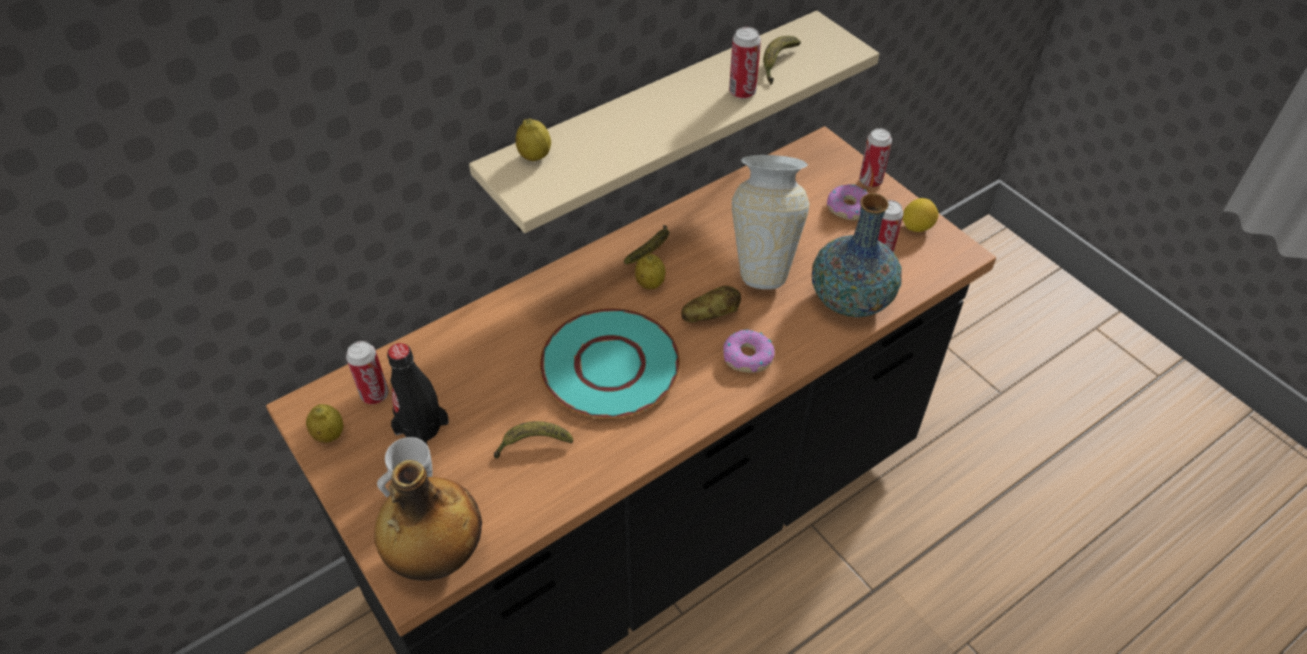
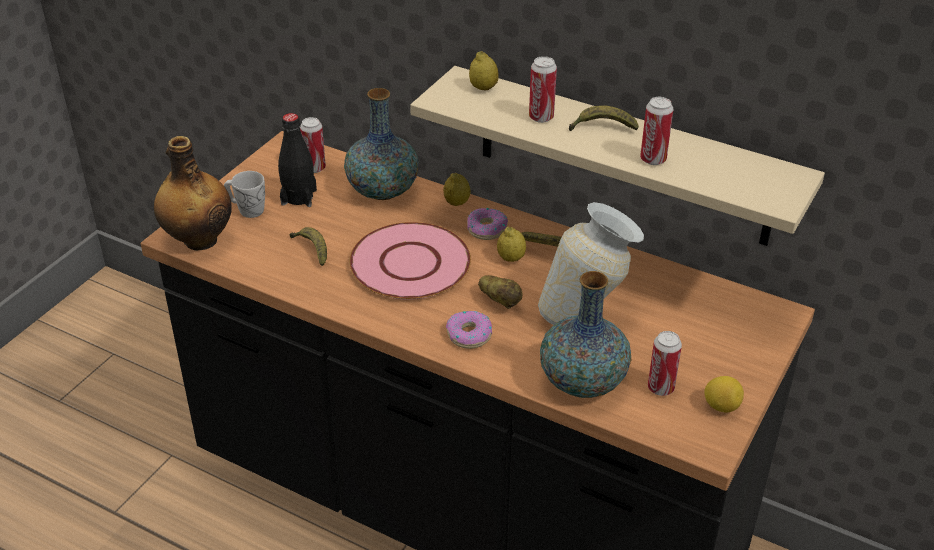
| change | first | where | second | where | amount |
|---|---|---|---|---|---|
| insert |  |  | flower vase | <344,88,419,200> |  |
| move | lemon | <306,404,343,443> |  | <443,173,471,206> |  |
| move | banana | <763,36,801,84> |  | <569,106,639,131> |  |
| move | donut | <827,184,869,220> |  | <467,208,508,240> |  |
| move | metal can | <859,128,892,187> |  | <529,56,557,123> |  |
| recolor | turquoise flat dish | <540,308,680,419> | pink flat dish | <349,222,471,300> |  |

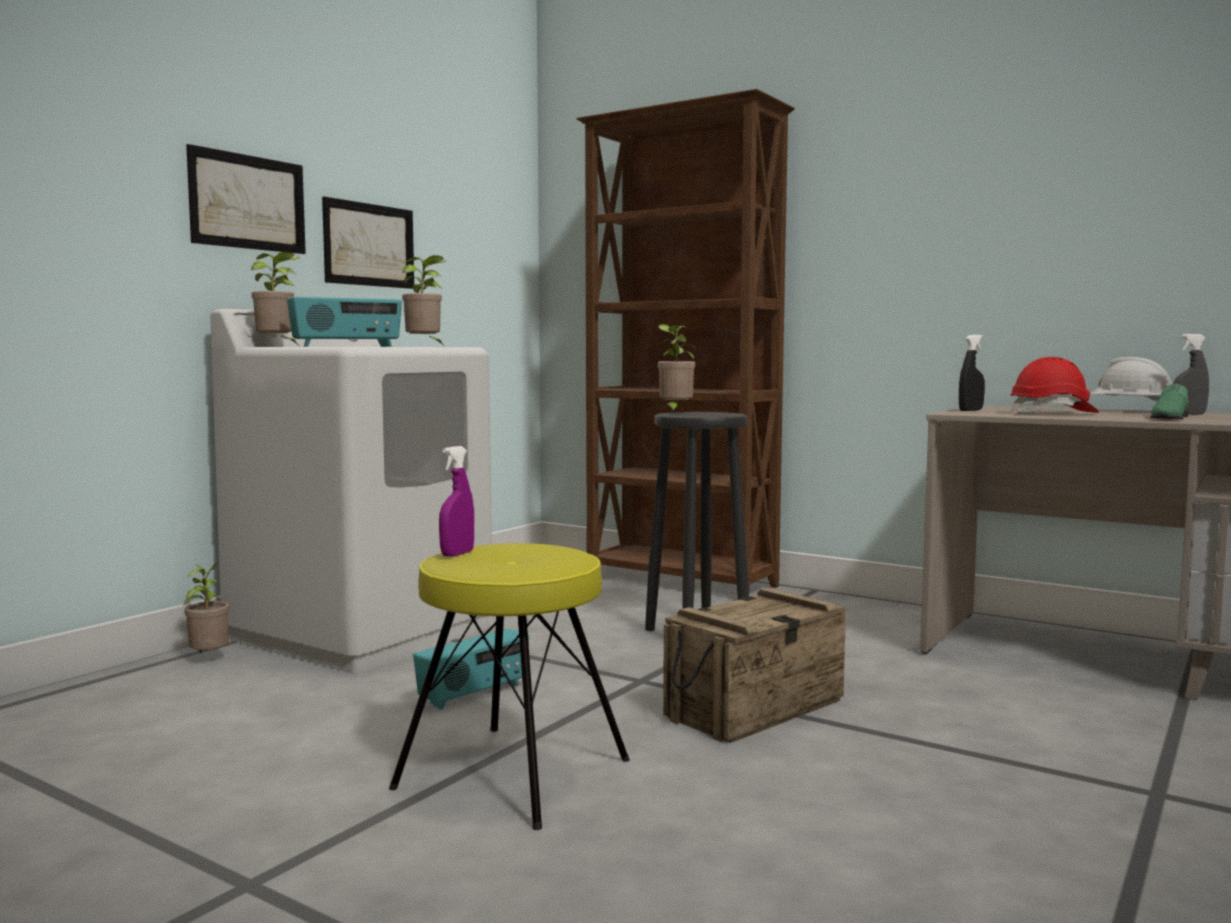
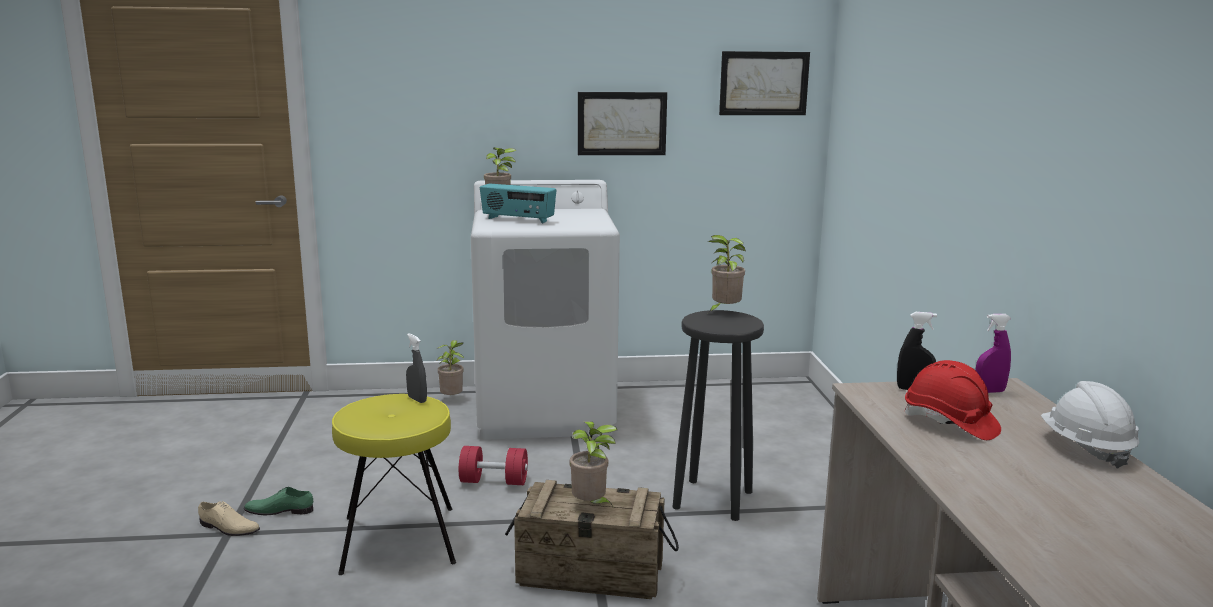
| change | first | where | second | where | amount |
|---|---|---|---|---|---|
| delete | brown-coloured shelving unit | <576,89,795,590> |  |  |  |
| insert |  |  | beige shoe | <198,501,260,536> |  |
| move | wall picture | <186,144,306,254> |  | <719,51,810,115> |  |
| move | houseplant | <402,255,446,345> |  | <569,421,617,506> |  |
| move | purple spray bottle | <439,446,474,557> |  | <975,314,1011,393> |  |
| move | greenish shoe | <1150,383,1189,419> |  | <244,487,313,516> |  |
| move | greyish spray bottle | <1173,334,1209,415> |  | <406,333,427,403> |  |
| replace | radio receiver | <413,629,529,709> | reddish dumbbell | <459,446,528,485> |  |

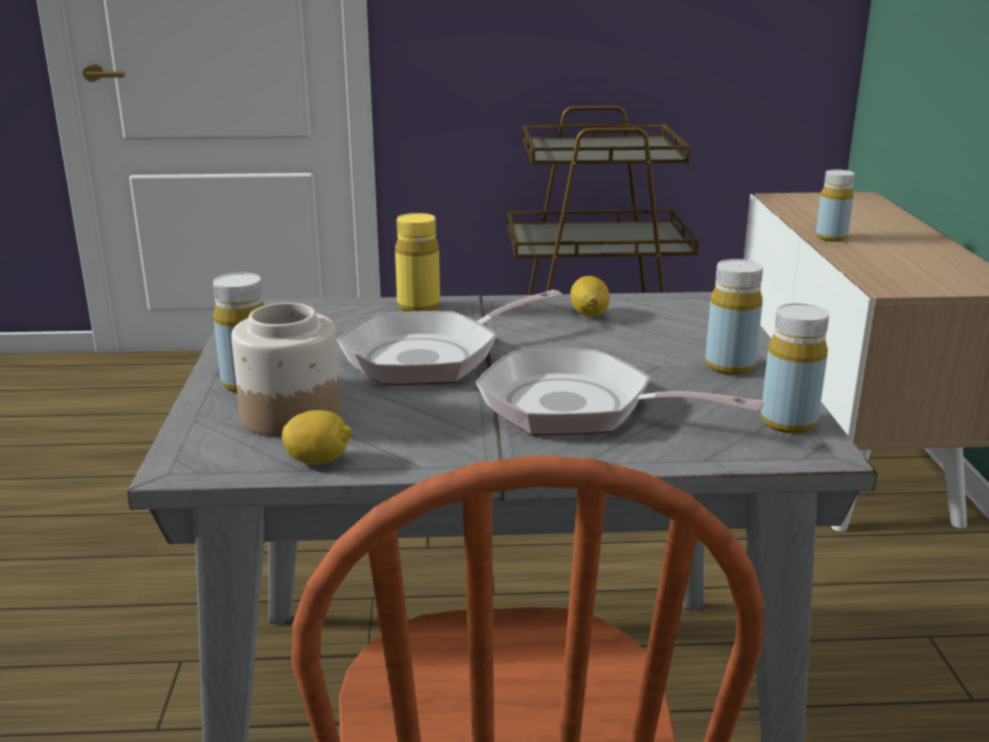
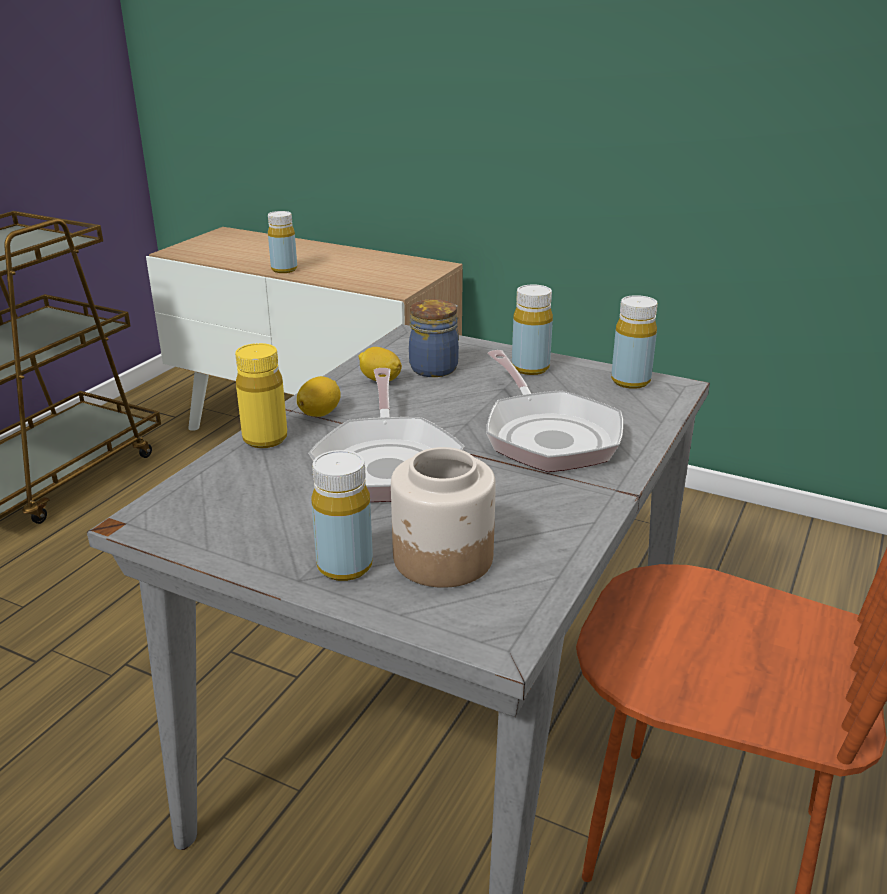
| change | first | where | second | where | amount |
|---|---|---|---|---|---|
| insert |  |  | jar | <409,299,459,377> |  |
| move | lemon | <282,410,352,465> |  | <297,376,341,417> |  |
| rotate | pan | <476,348,764,435> |  | <486,350,623,472> | 75 degrees counterclockwise |

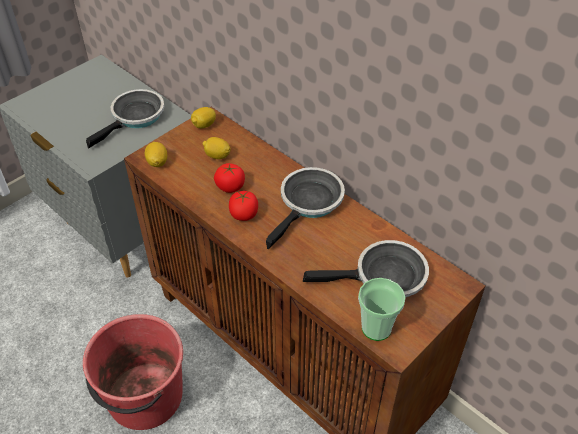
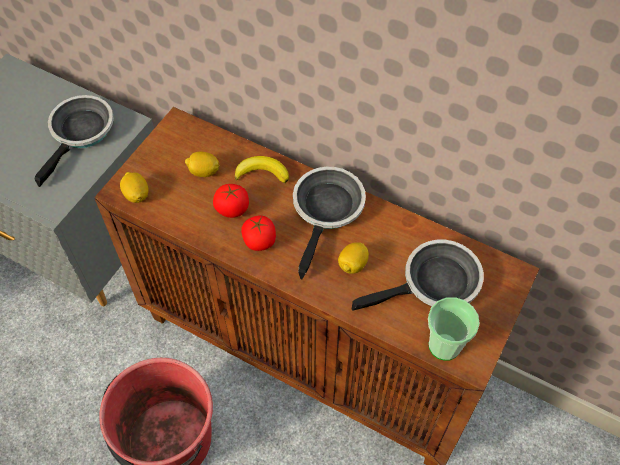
| change | first | where | second | where | amount |
|---|---|---|---|---|---|
| insert |  |  | banana | <235,156,289,183> |  |
| move | lemon | <191,107,216,128> |  | <338,242,369,274> |  |

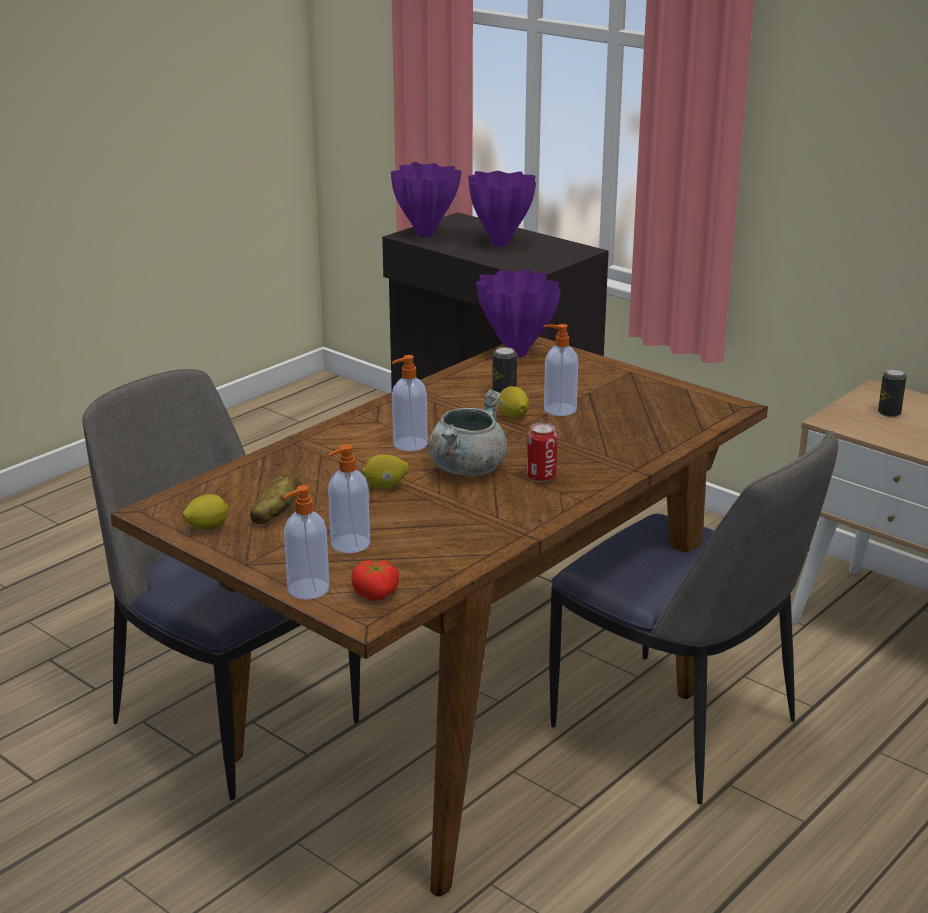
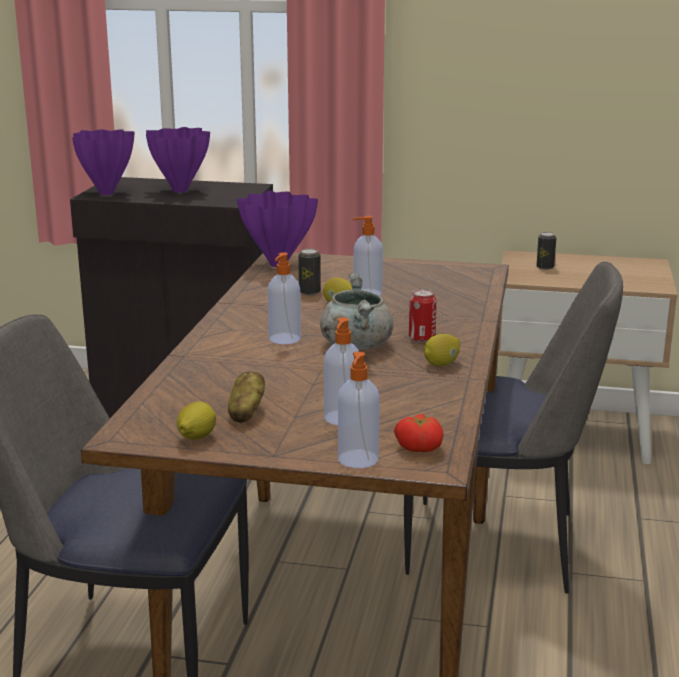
| change | first | where | second | where | amount |
|---|---|---|---|---|---|
| move | lemon | <362,455,408,489> |  | <424,334,461,366> |  |

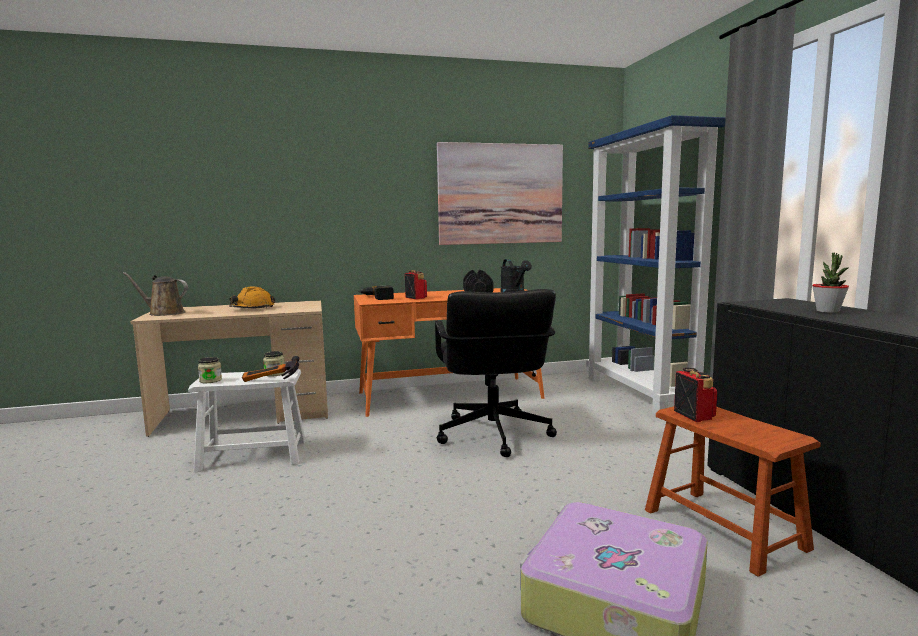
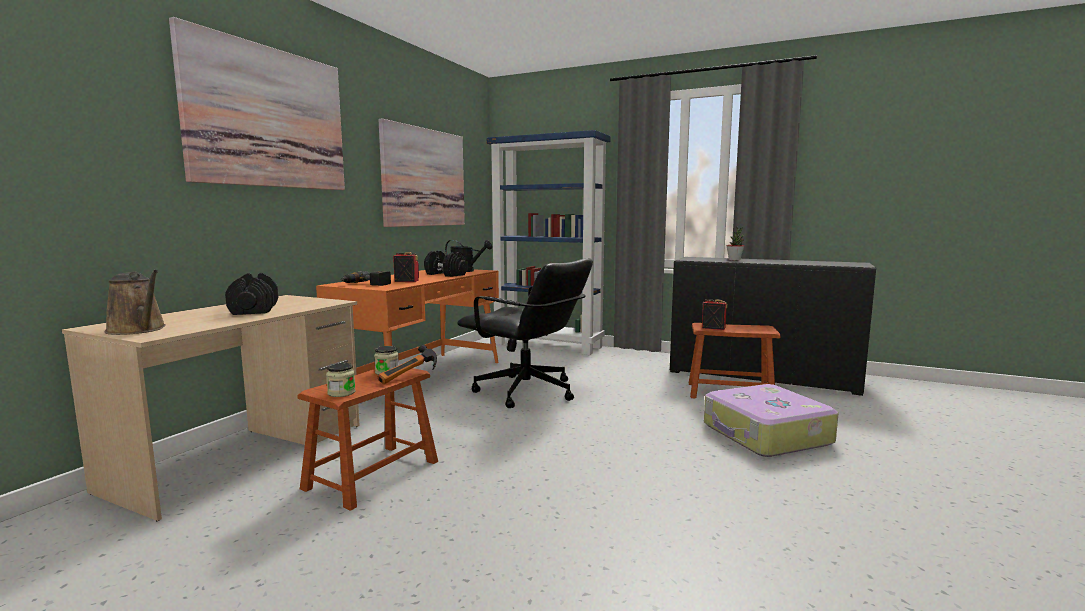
| change | first | where | second | where | amount |
|---|---|---|---|---|---|
| insert |  |  | wall picture | <169,17,345,190> |  |
| replace | orangey safety helmet | <229,287,275,308> | black dumbbell | <225,273,279,315> |  |
| recolor | whitish sitting stool | <188,369,306,472> | brown-coloured sitting stool | <297,368,438,511> |  |
| rotate | brown-coloured sprinkling can | <123,272,188,316> |  | <105,270,166,335> | 105 degrees counterclockwise |

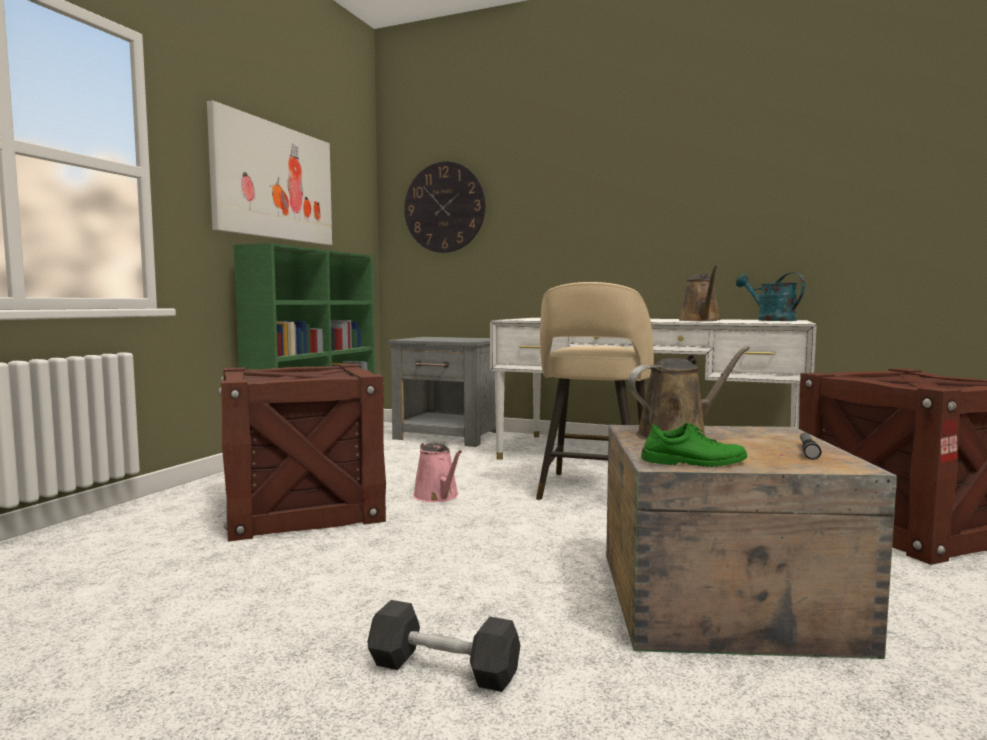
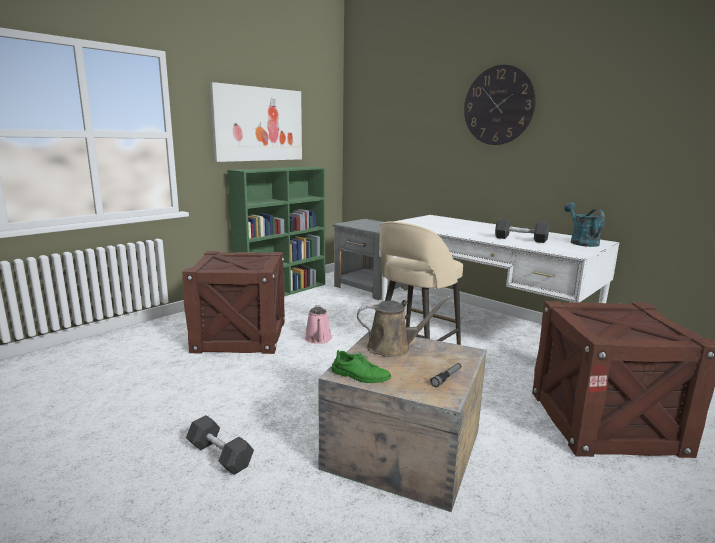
| change | first | where | second | where | amount |
|---|---|---|---|---|---|
| move | wall clock | <404,161,485,253> |  | <464,65,536,145> |  |
| replace | brown-coloured sprinkling can | <679,266,720,321> | greyish dumbbell | <495,218,549,243> |  |

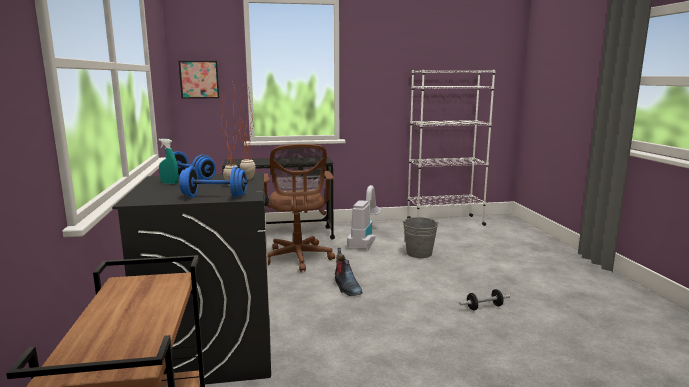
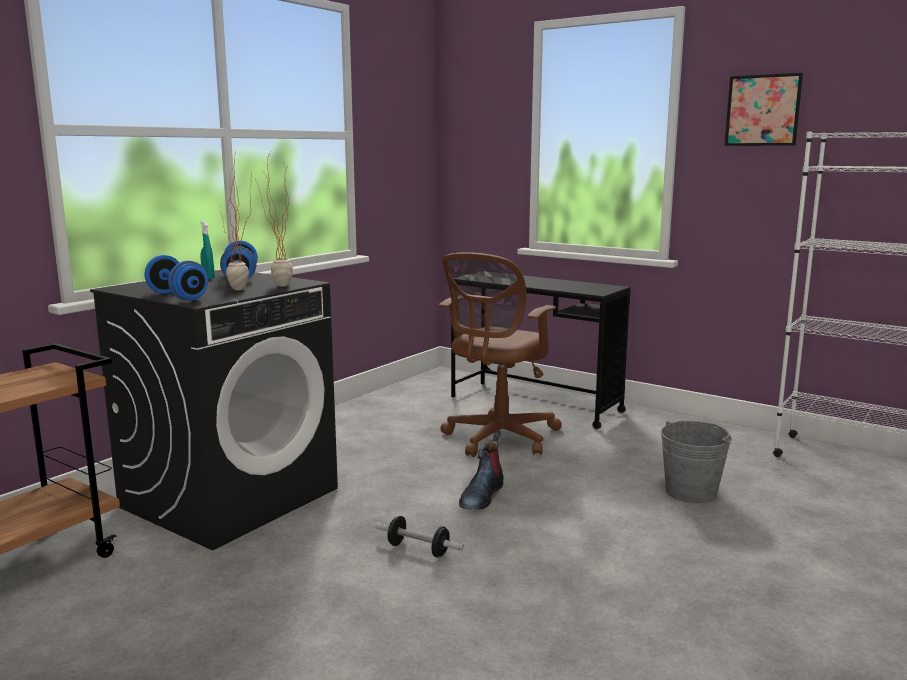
| change | first | where | second | where | amount |
|---|---|---|---|---|---|
| delete | hoover | <347,185,381,250> |  |  |  |
| move | wall picture | <178,61,219,99> |  | <724,73,803,146> |  |
| move | dumbbell | <459,289,510,311> |  | <375,516,464,557> |  |

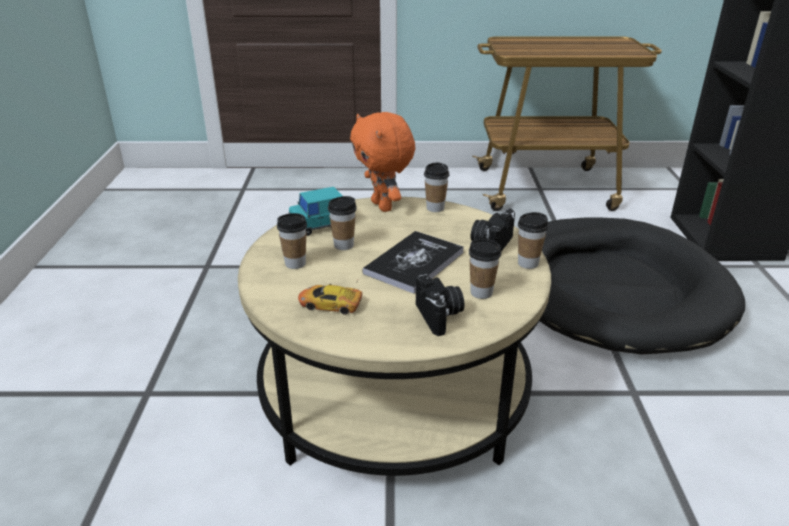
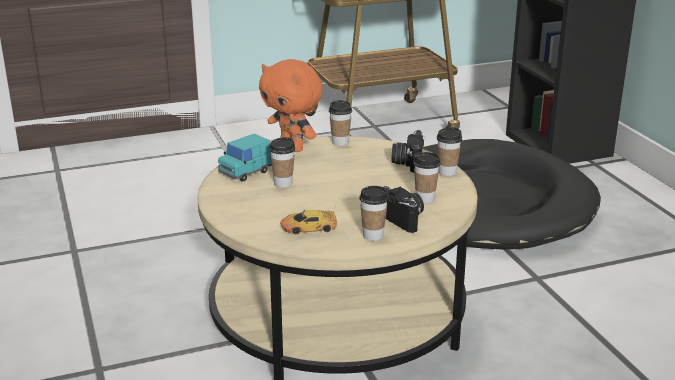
| change | first | where | second | where | amount |
|---|---|---|---|---|---|
| delete | book | <363,231,464,294> |  |  |  |
| move | cup | <277,213,307,269> |  | <359,186,389,241> |  |

